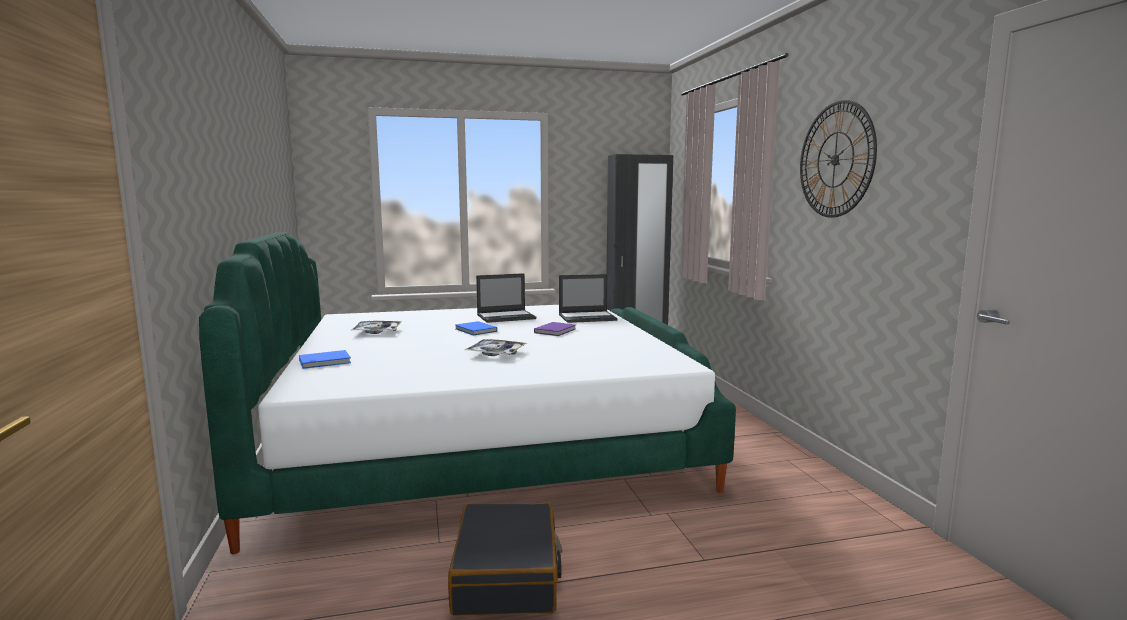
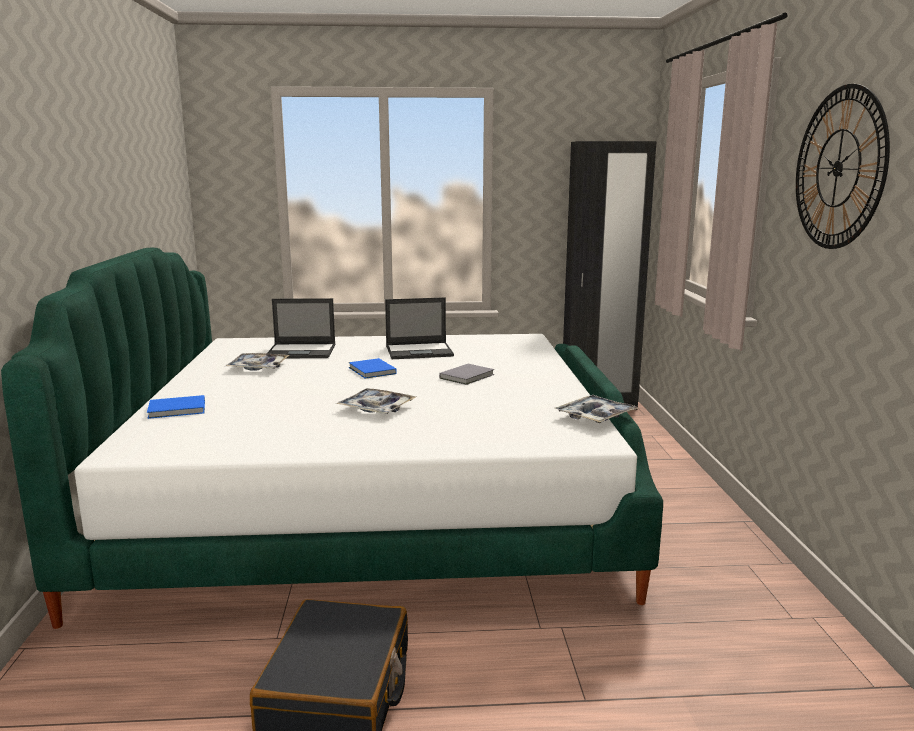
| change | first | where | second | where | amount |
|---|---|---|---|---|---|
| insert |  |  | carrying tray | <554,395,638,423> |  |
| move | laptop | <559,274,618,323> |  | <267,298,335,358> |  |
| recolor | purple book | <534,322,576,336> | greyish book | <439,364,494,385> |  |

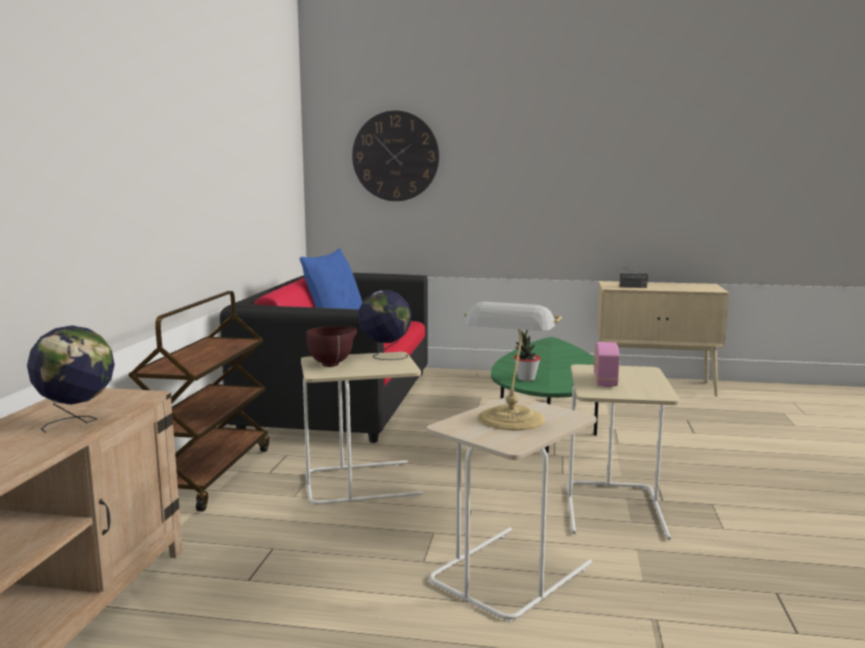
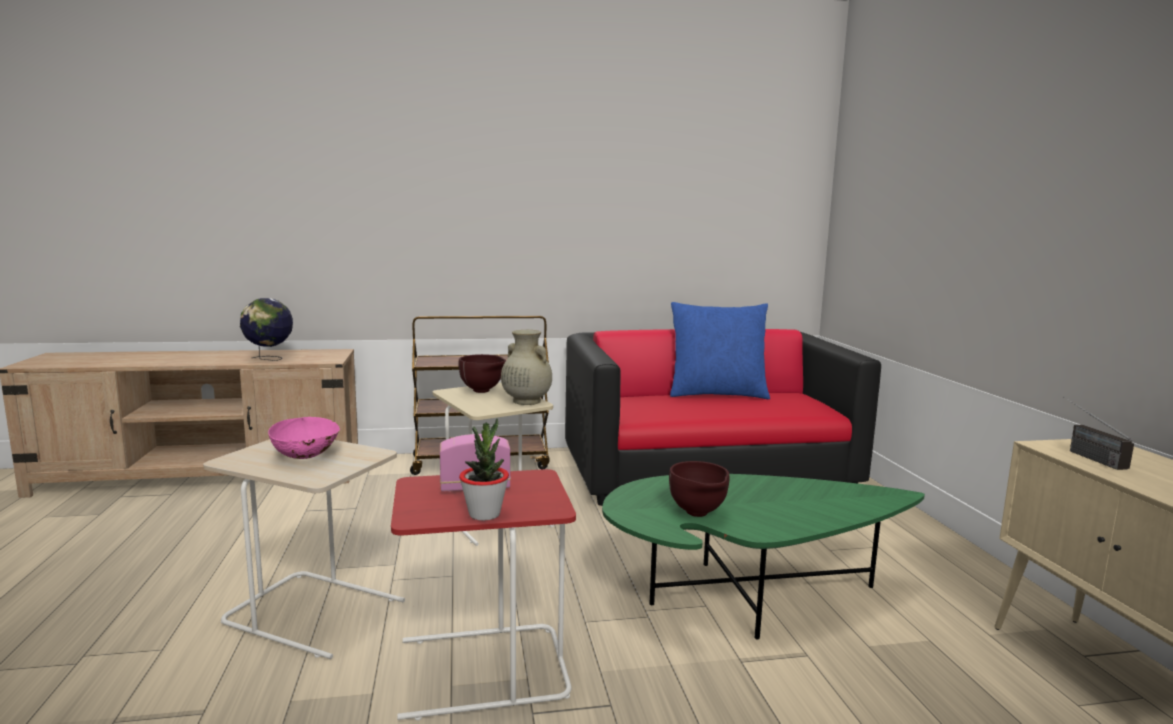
| change | first | where | second | where | amount |
|---|---|---|---|---|---|
| delete | wall clock | <352,110,439,201> |  |  |  |
| insert |  |  | brown-coloured deep dish | <669,461,729,517> |  |
| move | houseplant | <514,330,540,381> |  | <459,418,509,521> |  |
| replace | globe | <358,290,412,360> | beige flower vase | <501,330,552,405> |  |
| replace | tabletop lamp | <464,302,562,430> | pink deep dish | <268,417,340,459> |  |
| recolor | beige side table | <567,364,680,540> | reddish side table | <391,469,576,721> |  |

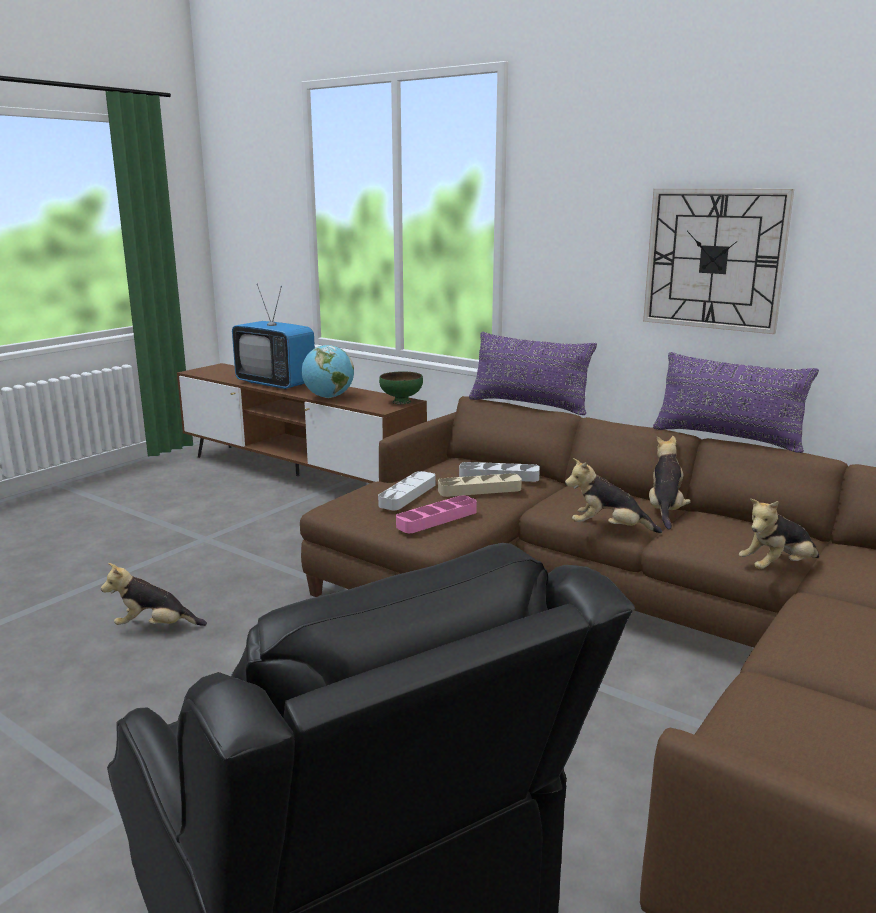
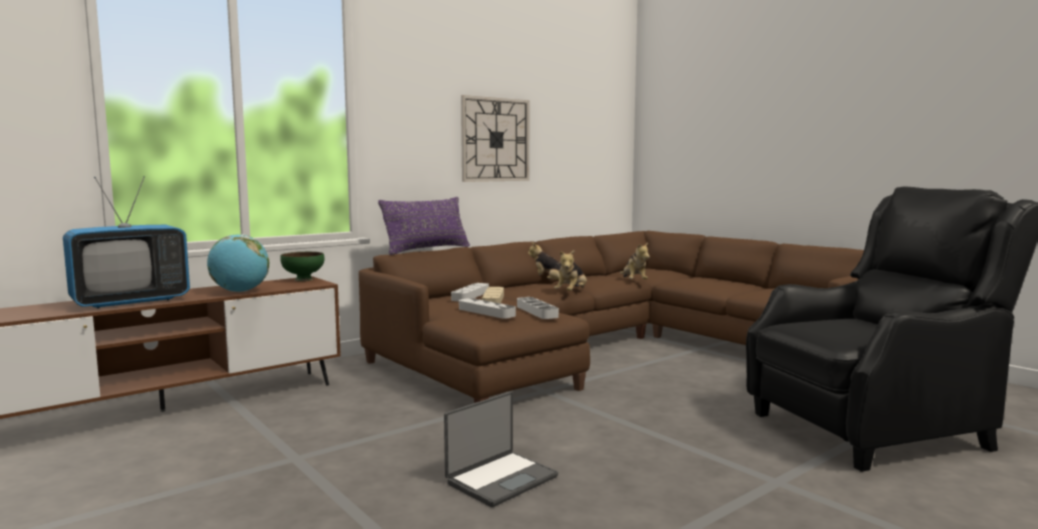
| change | first | where | second | where | amount |
|---|---|---|---|---|---|
| delete | purple throw pillow | <653,352,819,453> |  |  |  |
| replace | cuddly toy | <101,563,207,626> | laptop | <444,392,558,507> |  |
| recolor | pink carrying tray | <396,495,477,533> | greyish carrying tray | <517,297,559,319> |  |

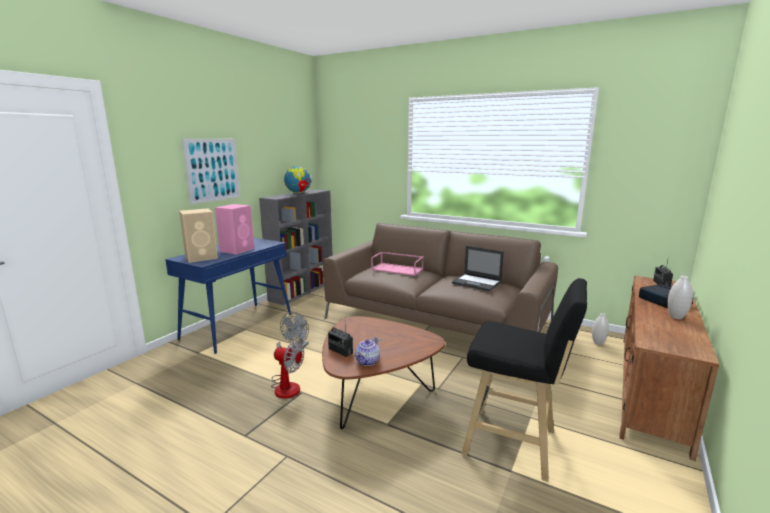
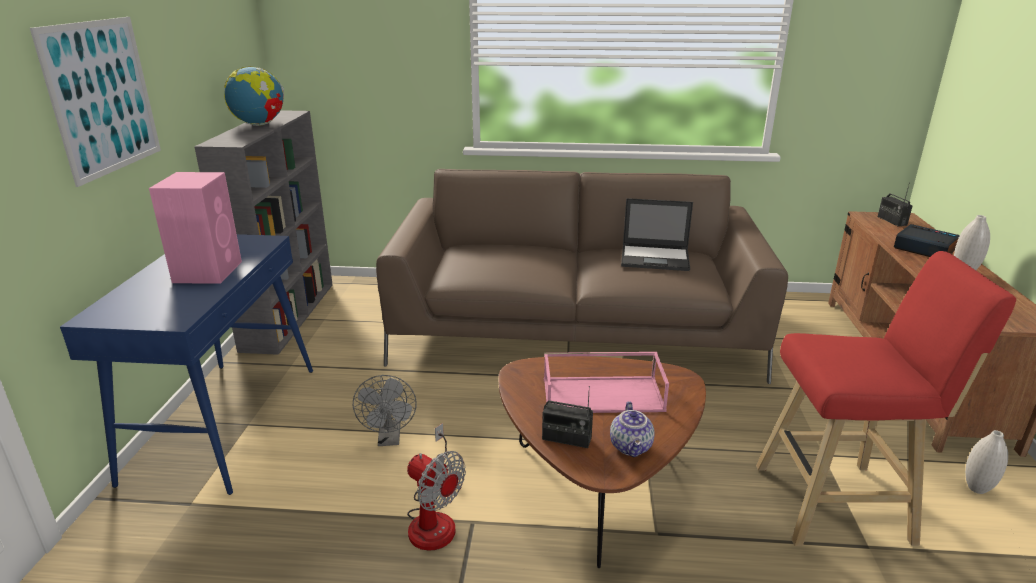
| change | first | where | second | where | amount |
|---|---|---|---|---|---|
| delete | beige speaker | <179,208,218,263> |  |  |  |
| move | pink carrying tray | <371,252,424,276> |  | <544,352,669,413> |  |
| move | whitish flower vase | <592,313,609,345> |  | <965,430,1008,494> |  |
| recolor | black sitting stool | <461,278,587,482> | reddish sitting stool | <756,251,1016,546> |  |
| rotate | cooling fan | <271,340,304,399> |  | <407,423,466,551> | 45 degrees clockwise |

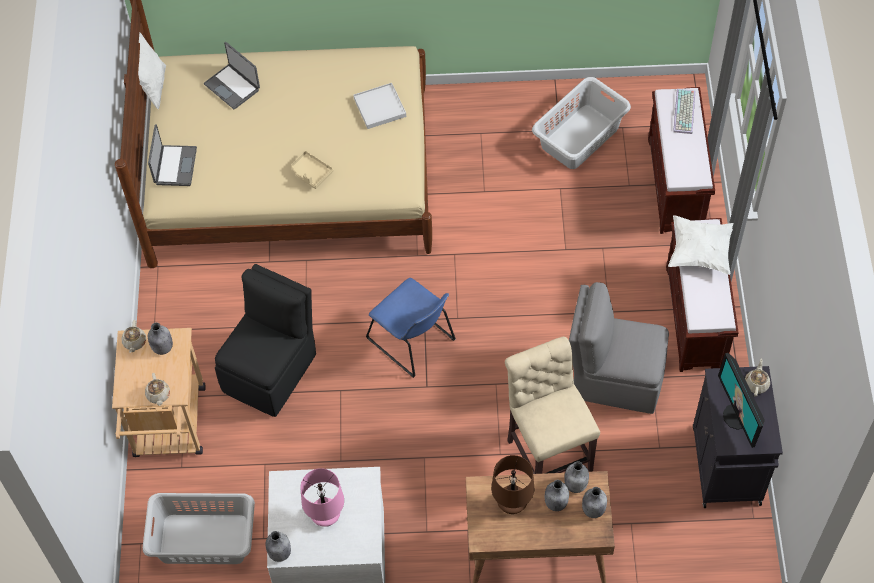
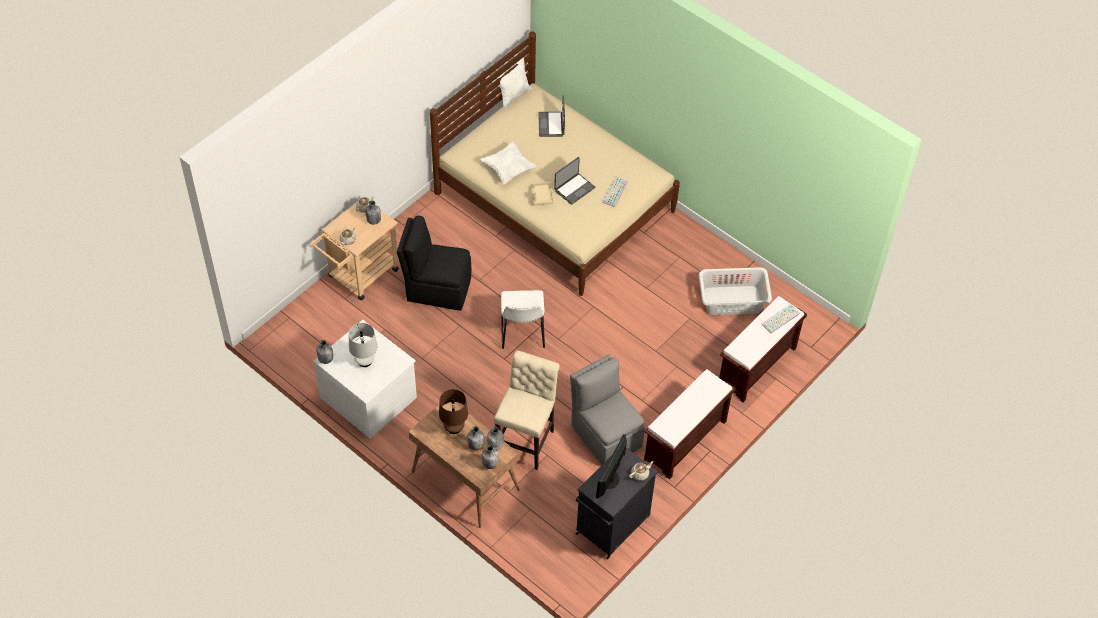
| change | first | where | second | where | amount |
|---|---|---|---|---|---|
| delete | greyish washing basket | <143,493,255,564> |  |  |  |
| move | laptop | <148,125,197,186> |  | <554,157,595,205> |  |
| move | whitish throw pillow | <668,215,733,275> |  | <480,141,537,184> |  |
| replace | whitish carrying tray | <353,83,406,129> | keyboard | <603,176,628,207> |  |
| recolor | pink tabletop lamp | <300,468,344,527> | whitish tabletop lamp | <349,323,377,367> |  |
| recolor | bluish upright chair | <366,278,456,378> | whitish upright chair | <501,290,545,349> |  |
| rotate | black upright chair | <215,264,316,417> |  | <397,216,471,311> | 150 degrees counterclockwise |

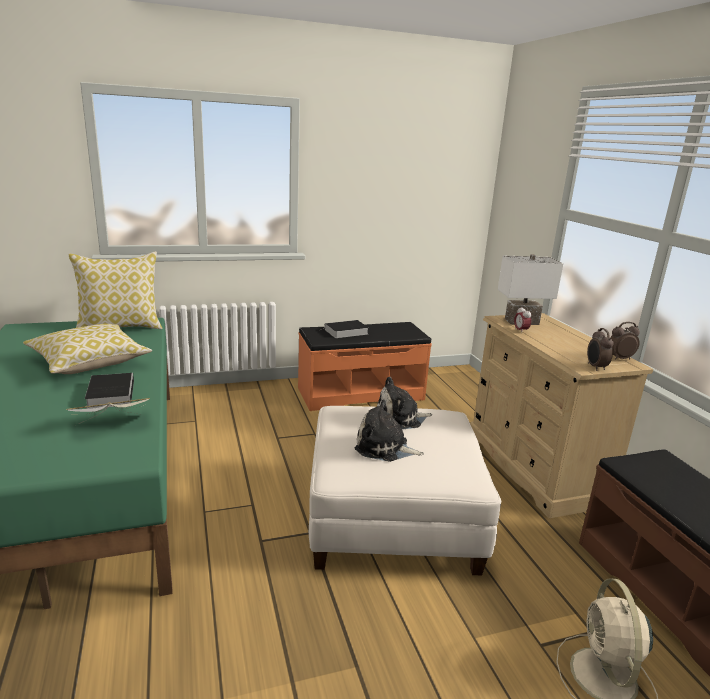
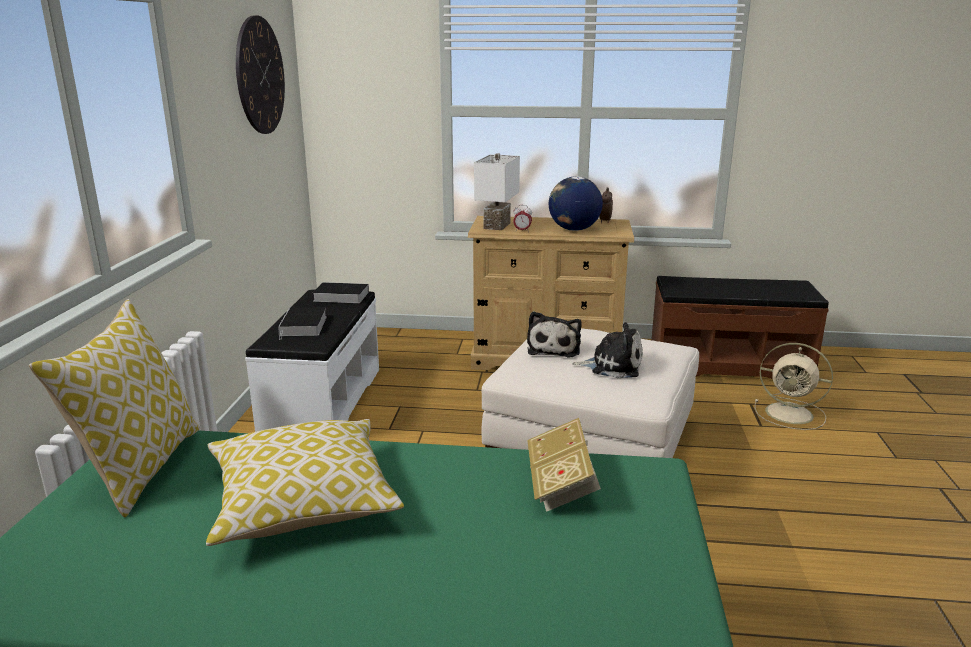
| change | first | where | second | where | amount |
|---|---|---|---|---|---|
| delete | alarm clock | <587,328,614,371> |  |  |  |
| insert |  |  | wall clock | <236,15,285,134> |  |
| insert |  |  | globe | <549,176,603,231> |  |
| move | book | <85,373,134,409> |  | <312,282,369,303> |  |
| recolor | orangey bench | <298,322,432,411> | whitish bench | <245,290,379,432> |  |
| rotate | cuddly toy | <355,400,424,462> |  | <572,322,643,378> | 120 degrees counterclockwise |

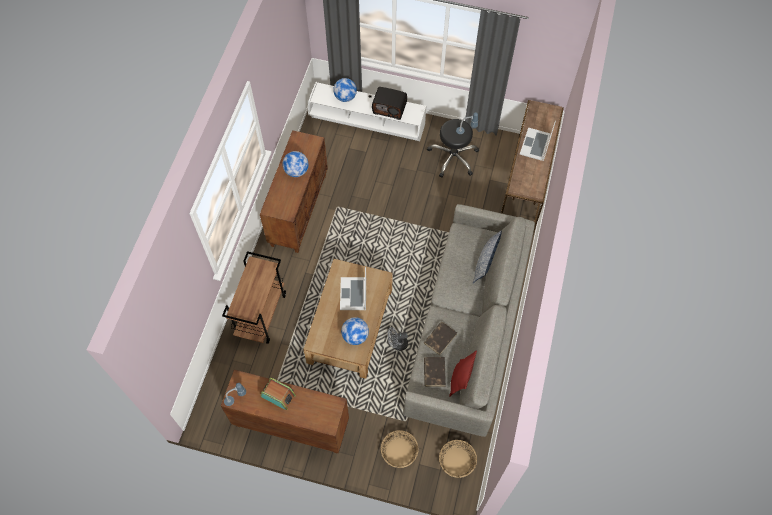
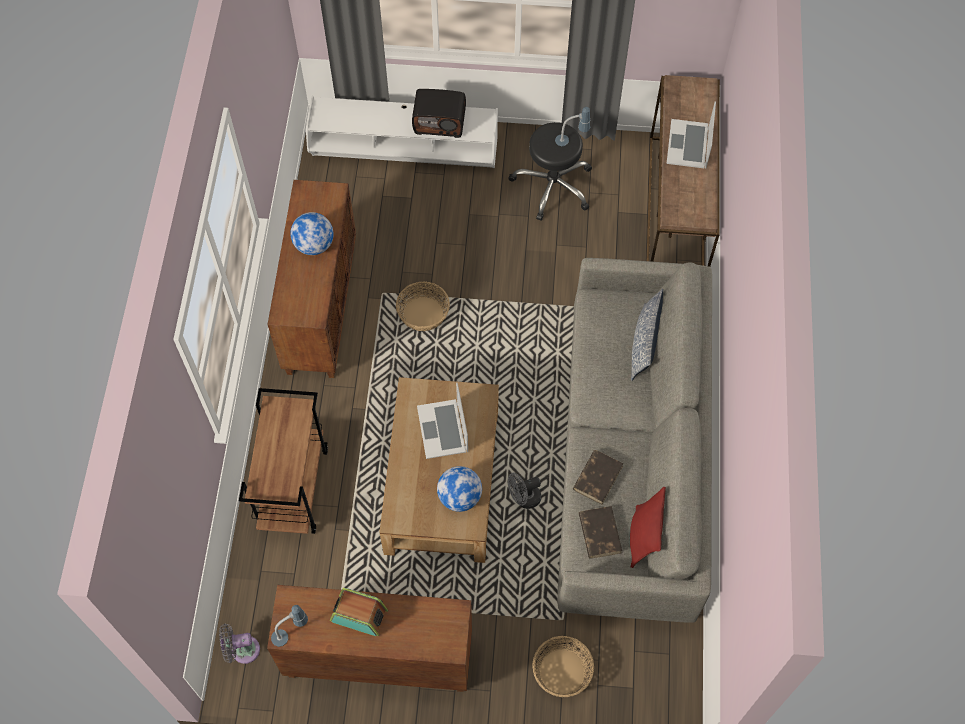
| change | first | where | second | where | amount |
|---|---|---|---|---|---|
| delete | globe | <333,78,357,102> |  |  |  |
| insert |  |  | greyish cooling fan | <219,623,260,664> |  |
| move | basket | <439,440,477,478> |  | <396,282,450,331> |  |

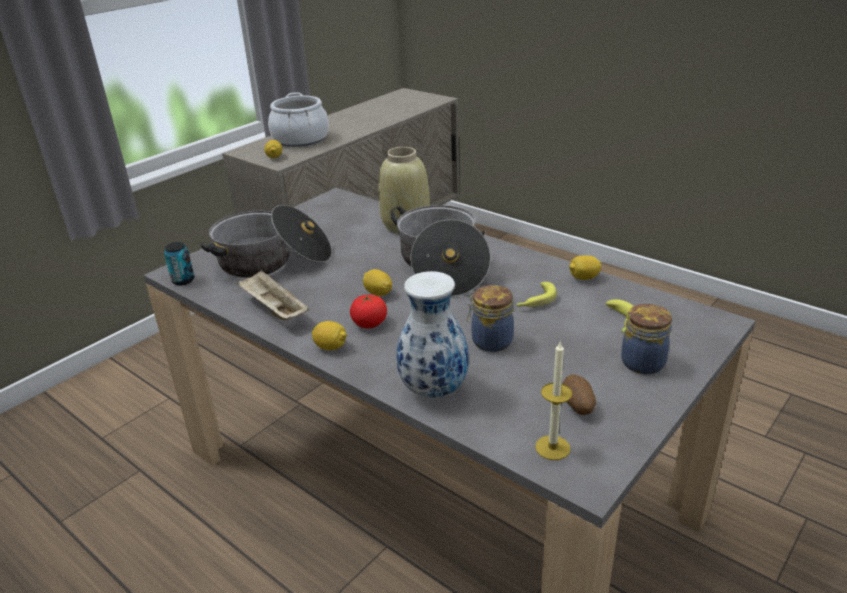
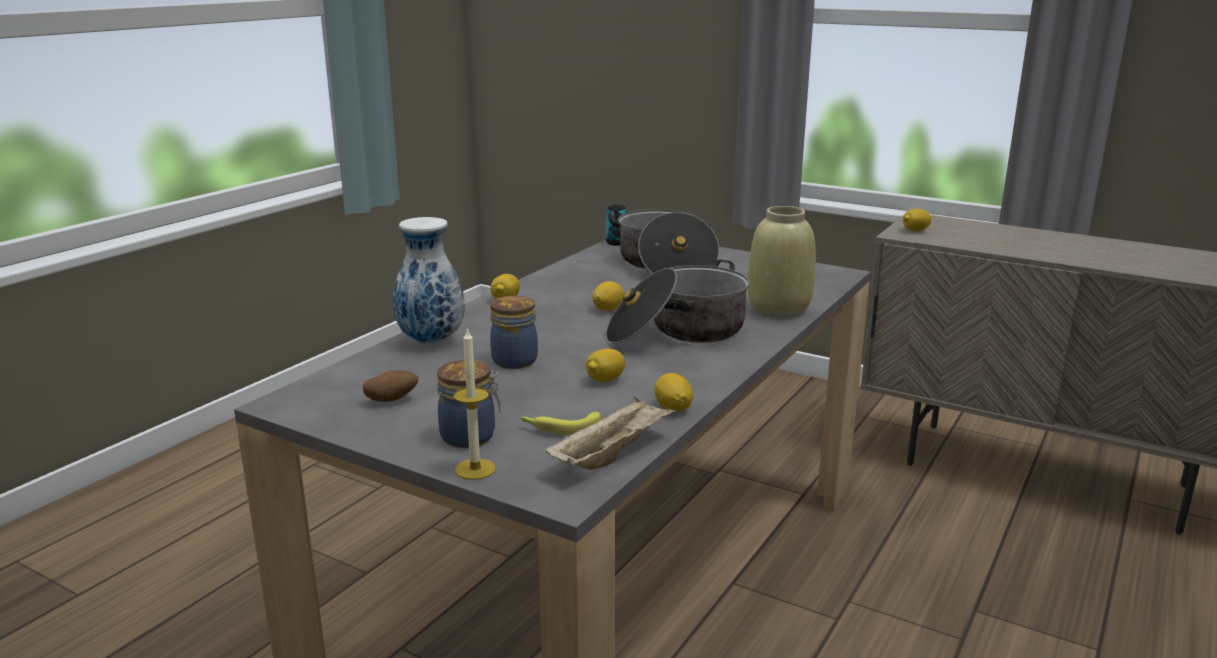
| change | first | where | second | where | amount |
|---|---|---|---|---|---|
| delete | stockpot | <268,92,329,147> |  |  |  |
| delete | whole tomato | <350,294,387,329> |  |  |  |
| move | beige carrying tray | <237,270,310,320> |  | <545,396,676,469> |  |
| move | wax candle | <535,342,573,460> |  | <453,327,496,480> |  |
| replace | banana | <516,282,557,307> | lemon | <586,349,625,382> |  |

